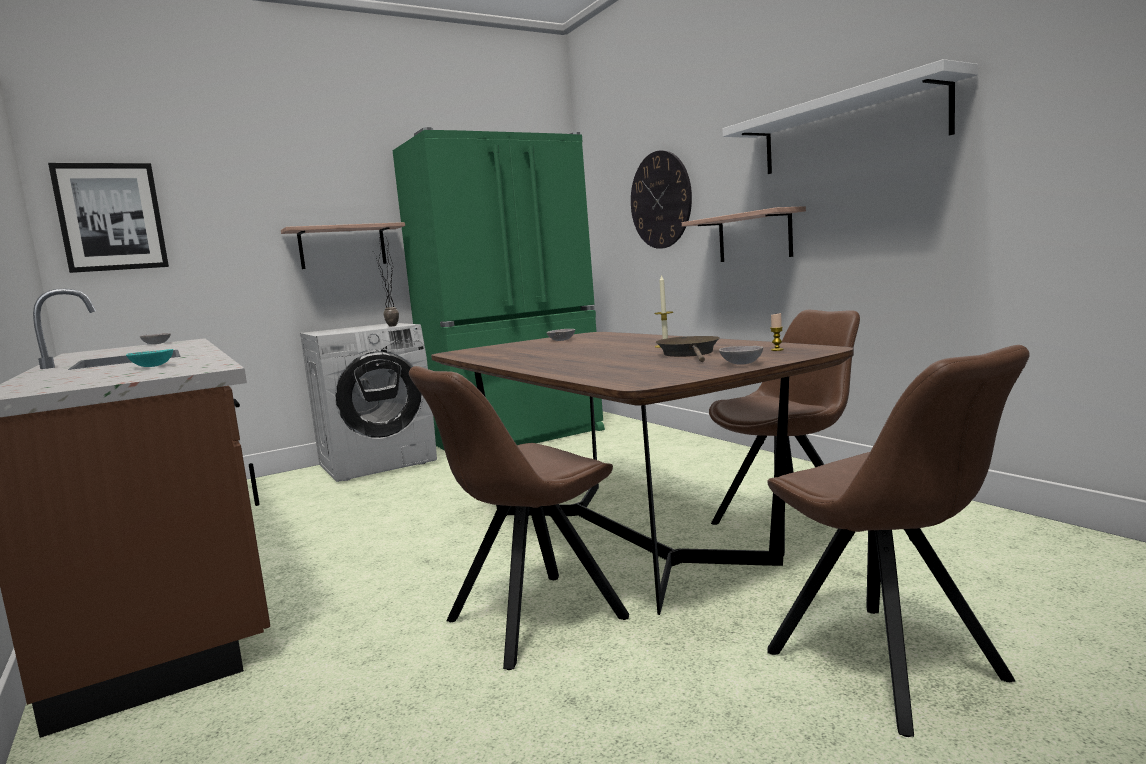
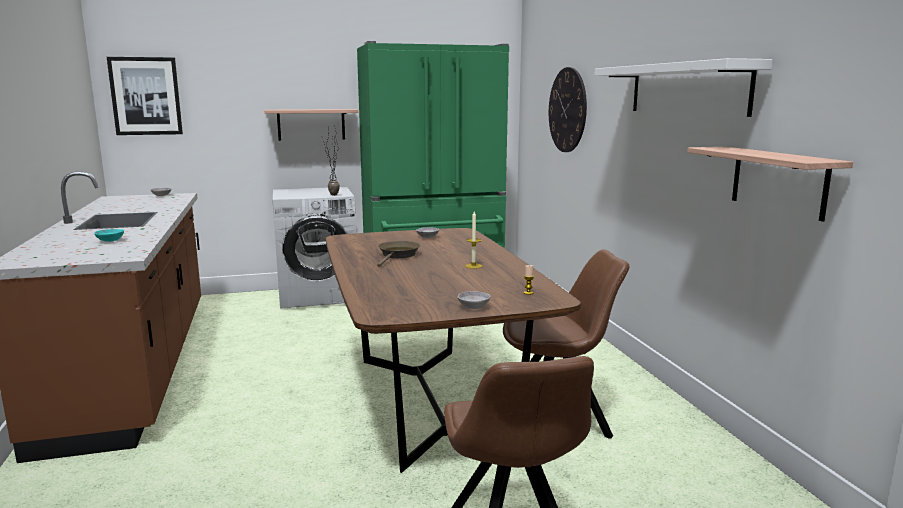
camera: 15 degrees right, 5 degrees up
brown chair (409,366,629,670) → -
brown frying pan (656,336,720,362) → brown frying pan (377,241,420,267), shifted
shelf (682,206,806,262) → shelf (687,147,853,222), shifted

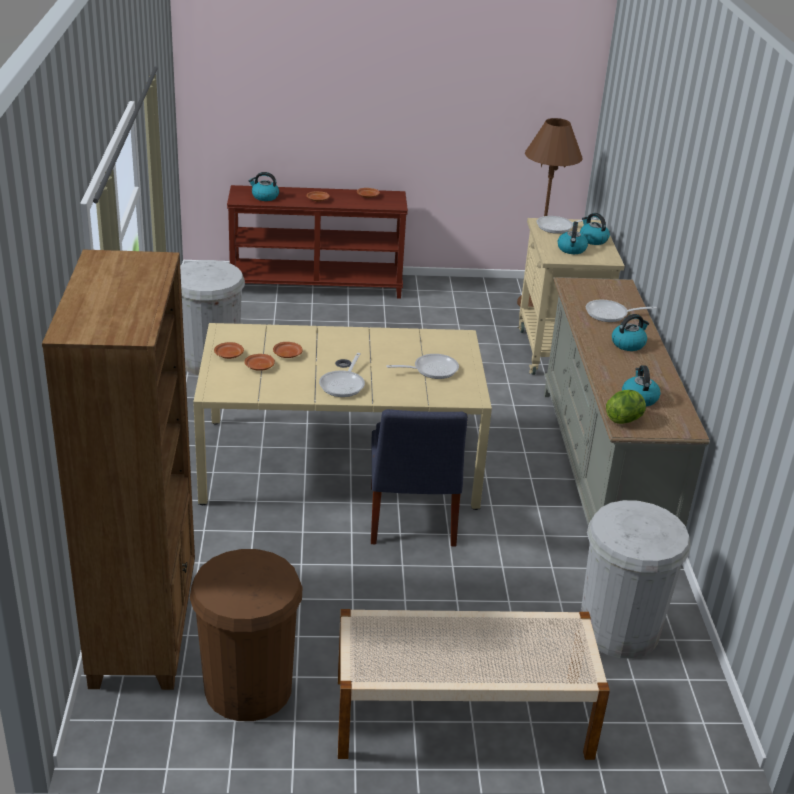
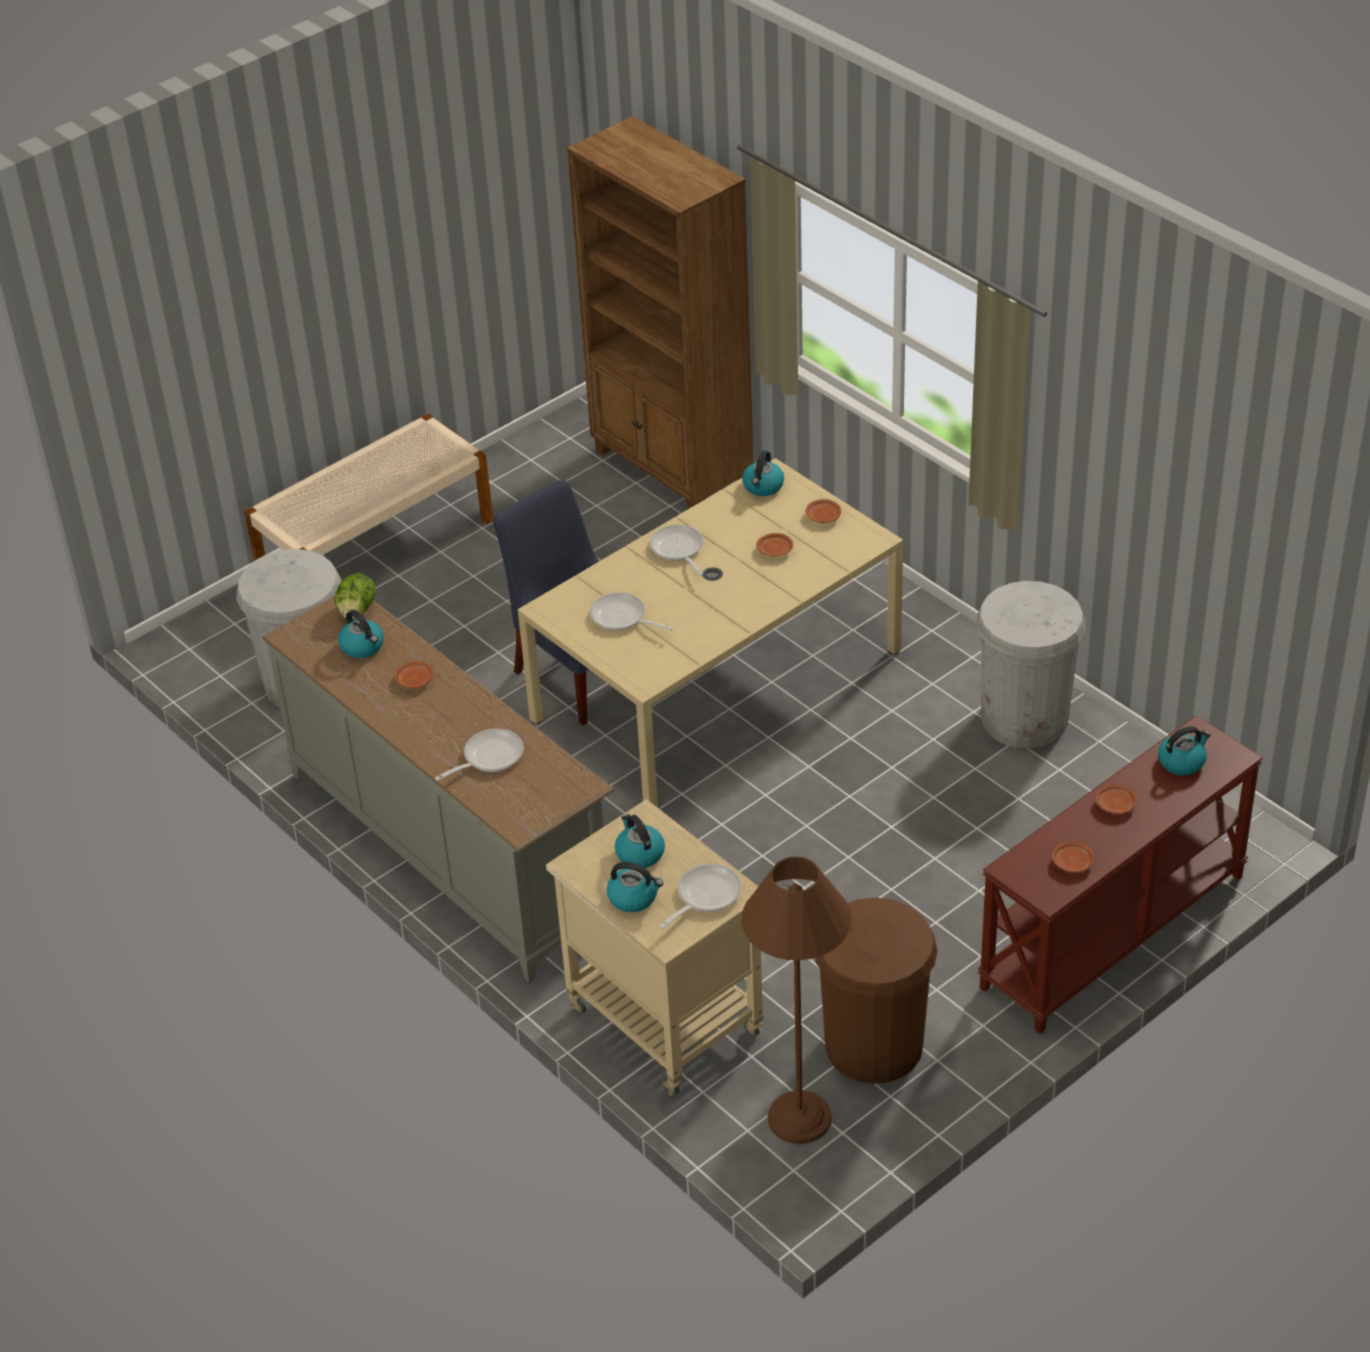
camera: 145 degrees right, 10 degrees up
brown trash can (190,549,302,721) → brown trash can (815,898,937,1084), shifted
brown plate (244,354,275,371) → brown plate (395,661,433,688), shifted
kettle (612,314,649,351) → kettle (742,451,784,496), shifted
frying pan (386,354,459,379) → frying pan (590,592,673,631), 90 degrees clockwise

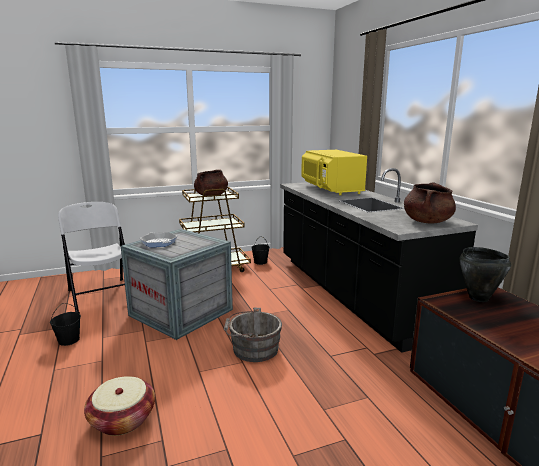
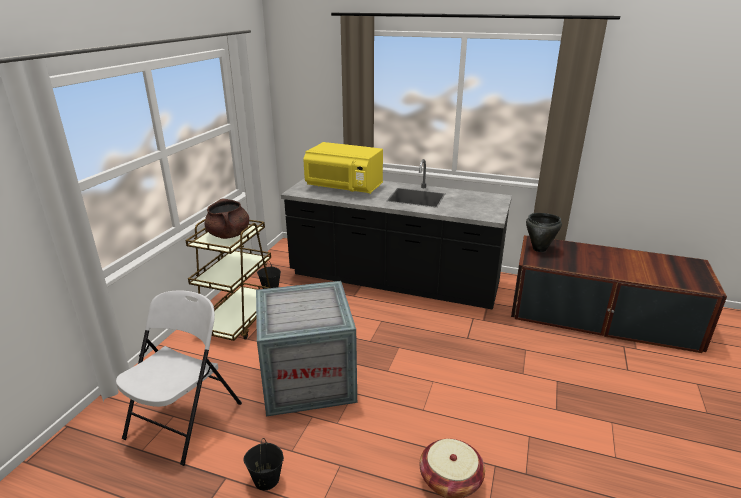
camera: 50 degrees left, 10 degrees up
frying pan (140,232,177,247) → -
grey bucket (224,308,282,362) → -
brown cooking pot (404,182,456,223) → -
white chair (58,202,125,313) → white chair (116,291,242,466), 105 degrees clockwise

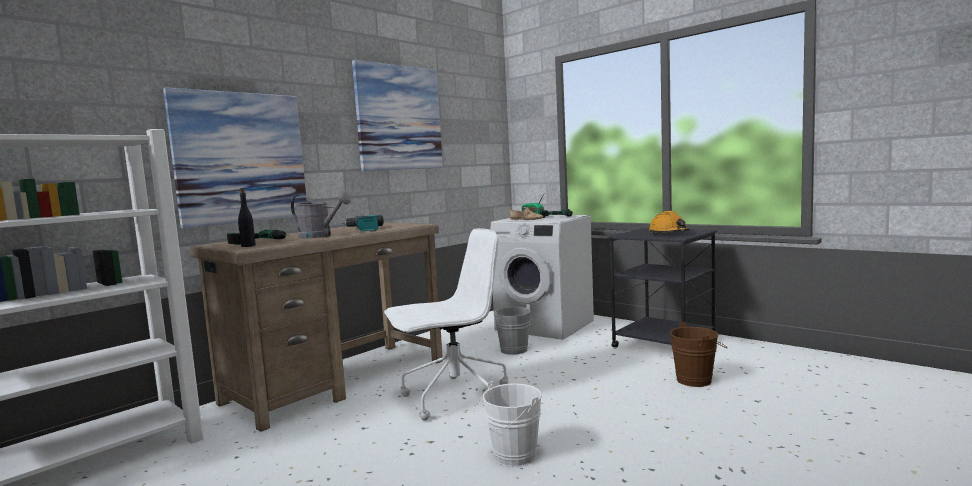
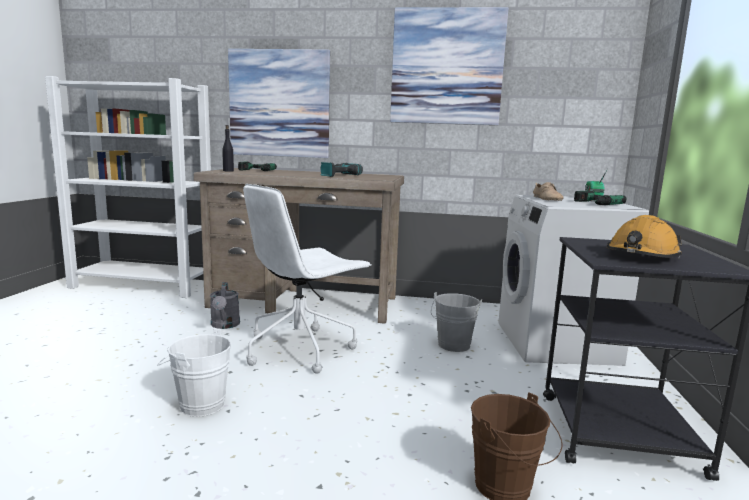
camera: 55 degrees right, 5 degrees up
grey watering can (291,191,351,239) → grey watering can (210,282,240,329), shifted
white office chair (384,228,508,421) → white office chair (243,183,372,373), 105 degrees clockwise

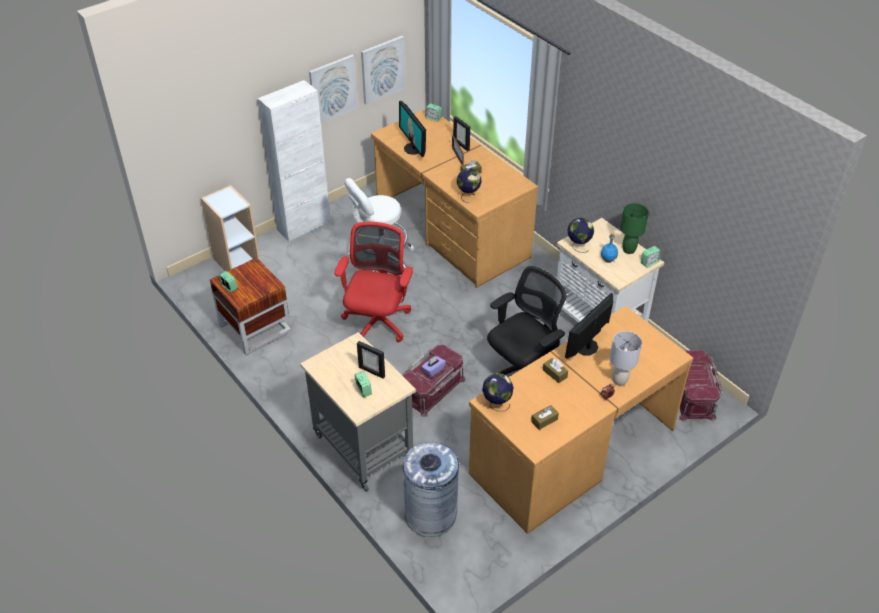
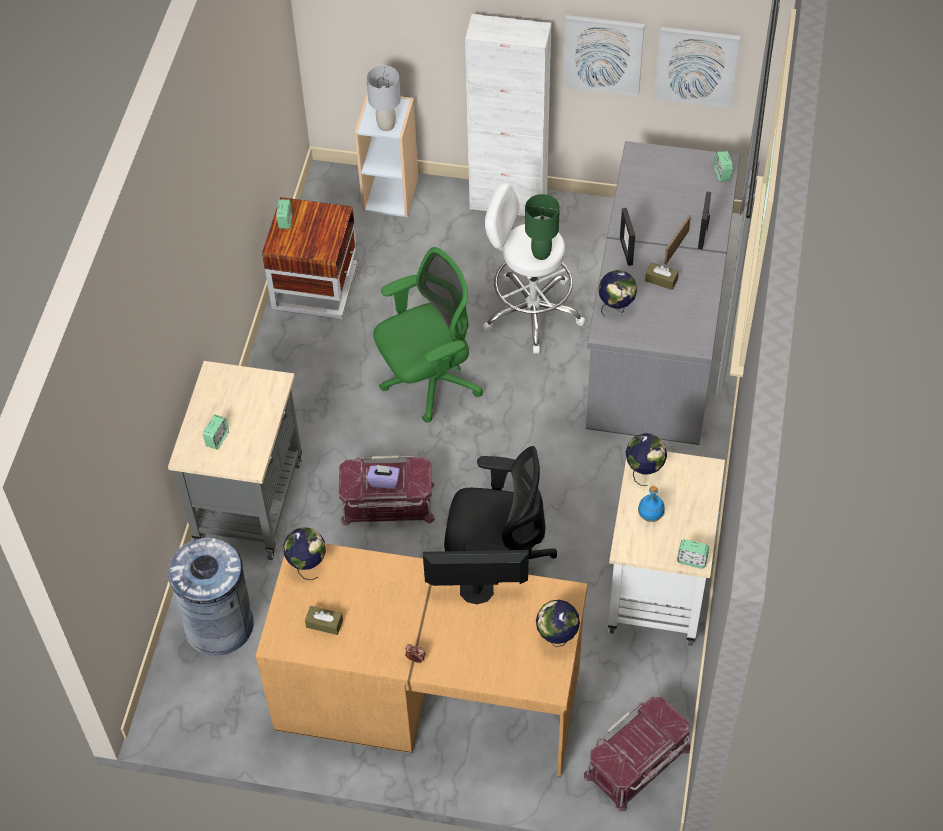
camera: 50 degrees right, 10 degrees up
monitor (399,101,426,157) → -
brown tissue box (543,358,568,383) → -
- → globe (536,600,580,647)
picture frame (357,341,385,379) → picture frame (620,208,635,266), shifted
grey table lamp (610,331,642,386) → grey table lamp (366,66,401,131), shifted
green table lamp (620,203,649,254) → green table lamp (525,194,560,260), shifted
red office chair (334,222,413,342) → green office chair (373,247,482,423)
brown desk (371,110,538,288) → grey desk (586,141,740,445)

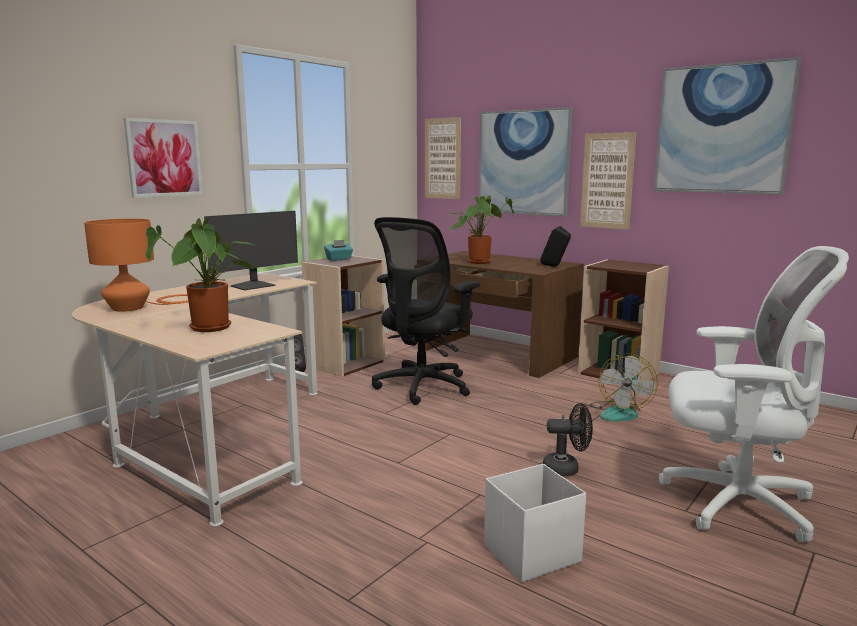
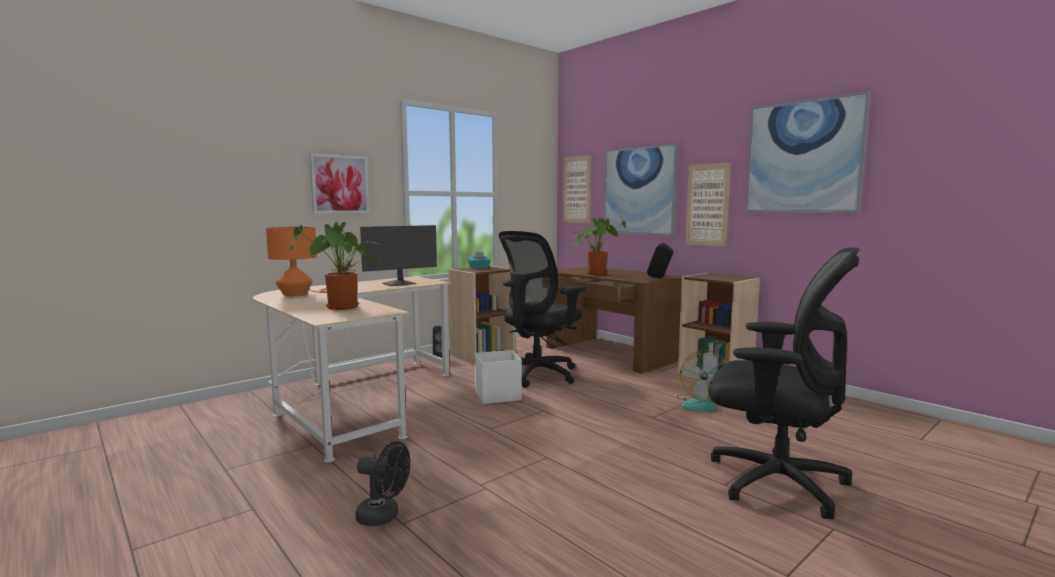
camera: 10 degrees right, 5 degrees down
white storage box (484,464,586,582) → white storage box (475,350,522,404), shifted
black fan (543,403,593,476) → black fan (355,441,410,526), shifted
white office chair (659,246,849,542) → black office chair (709,247,860,520)

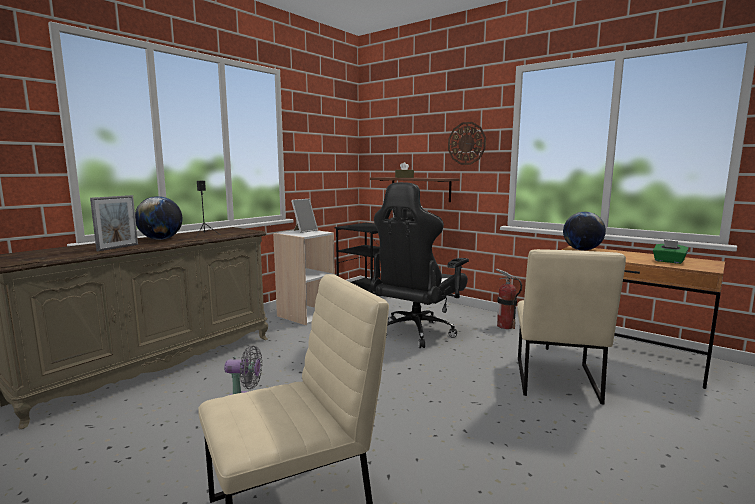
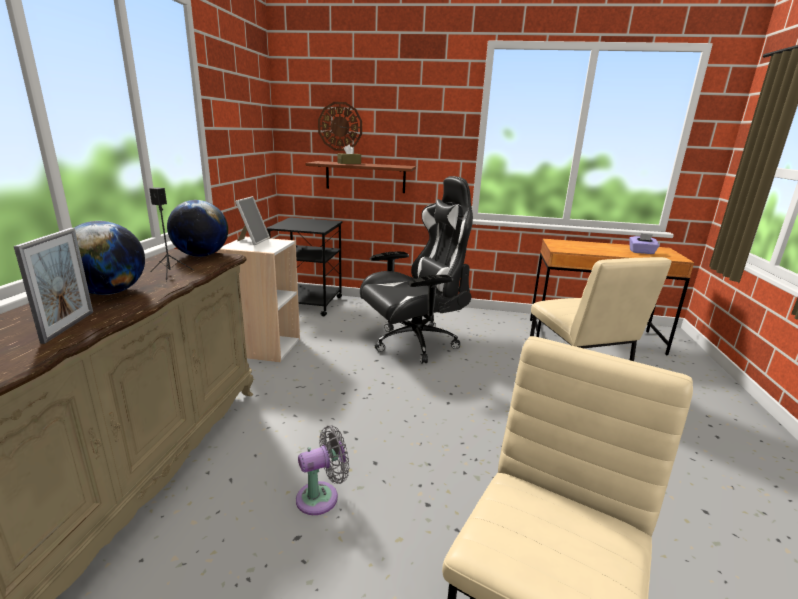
camera: 30 degrees left, 10 degrees up
fire extinguisher (495,269,522,329) → -
wall clock (448,122,486,165) → wall clock (318,102,362,151), shifted
globe (563,212,606,251) → globe (167,200,228,257), shifted
green tissue box (653,240,689,264) → purple tissue box (629,233,659,254)
black office chair (370,182,469,348) → black office chair (360,176,473,364), 120 degrees counterclockwise

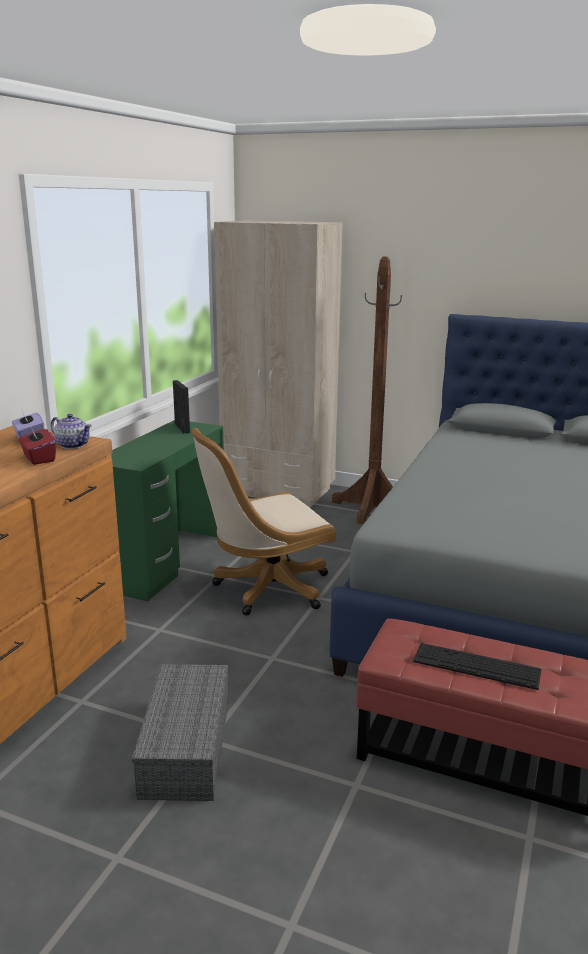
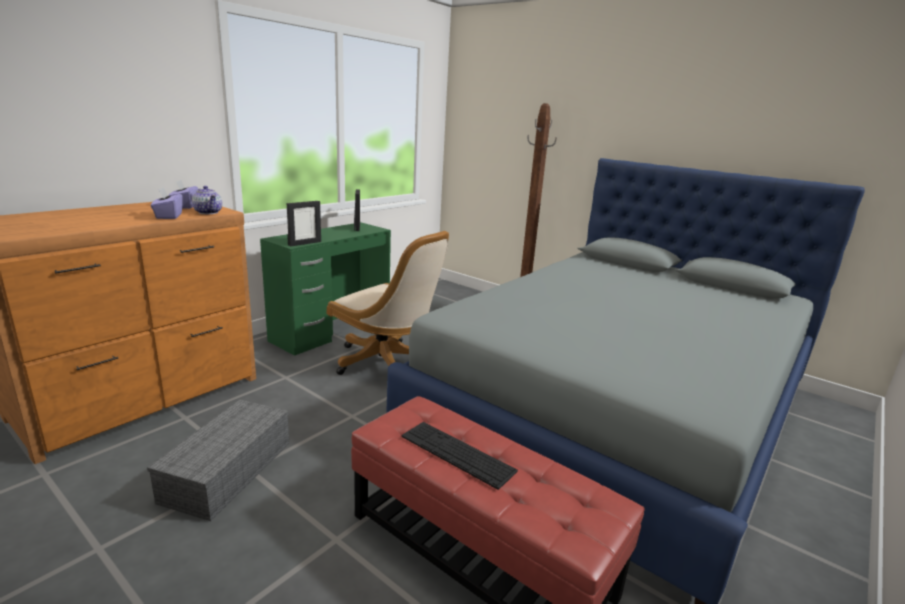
camera: 15 degrees right, 0 degrees up
beige wardrobe (214,220,343,508) → -
- → picture frame (287,201,321,246)
red tissue box (19,428,56,465) → purple tissue box (151,187,183,219)
office chair (192,428,337,616) → office chair (326,231,449,375), 135 degrees counterclockwise

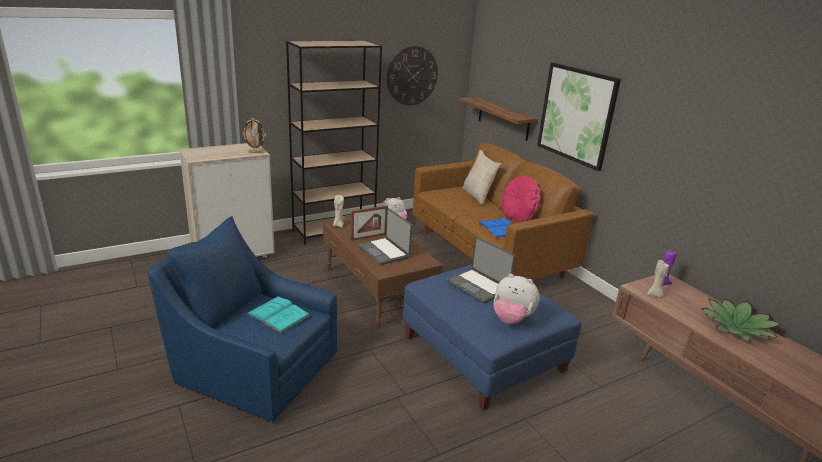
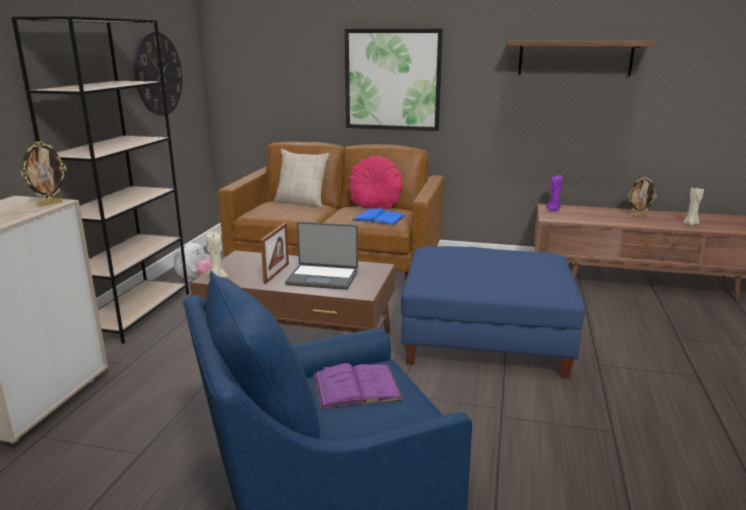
camera: 45 degrees left, 5 degrees down
laptop (447,237,515,303) → -
plush toy (494,274,540,324) → -
shelf (458,97,537,141) → shelf (507,41,656,76), shifted
beige candle (647,260,670,297) → beige candle (683,188,704,226), shifted
potted plant (701,298,781,341) → picture frame (628,177,657,217)
turquoise book (246,296,310,333) → purple book (314,363,403,409)

